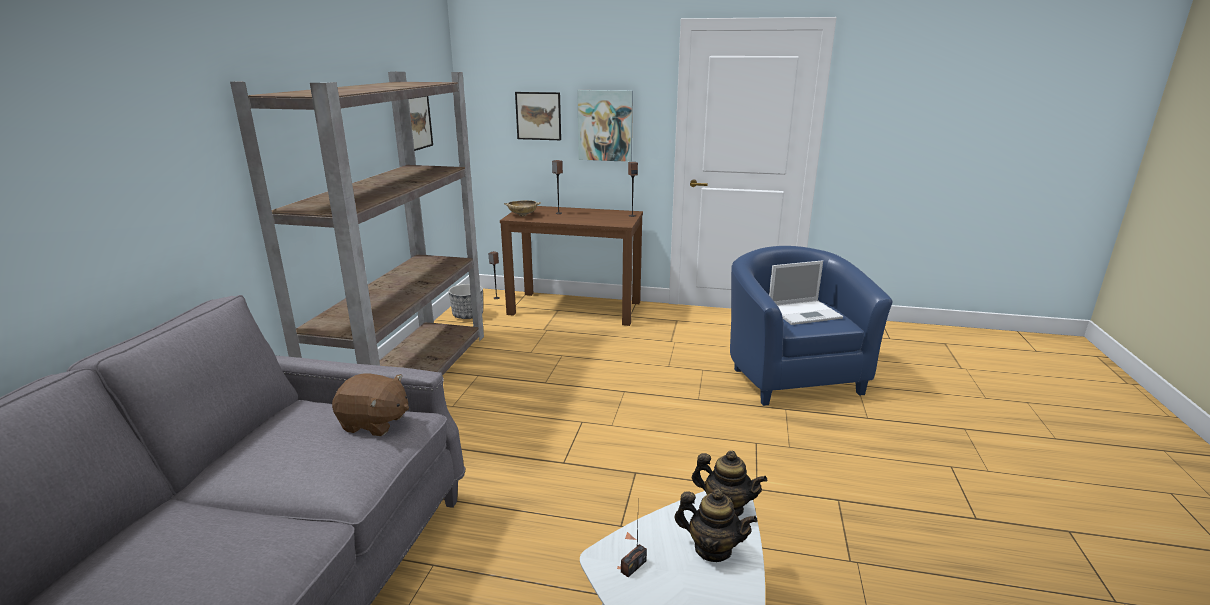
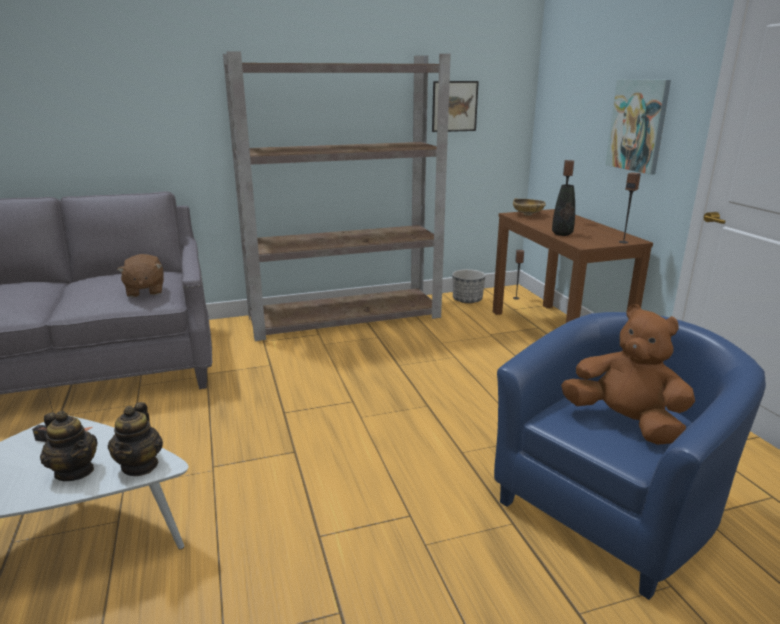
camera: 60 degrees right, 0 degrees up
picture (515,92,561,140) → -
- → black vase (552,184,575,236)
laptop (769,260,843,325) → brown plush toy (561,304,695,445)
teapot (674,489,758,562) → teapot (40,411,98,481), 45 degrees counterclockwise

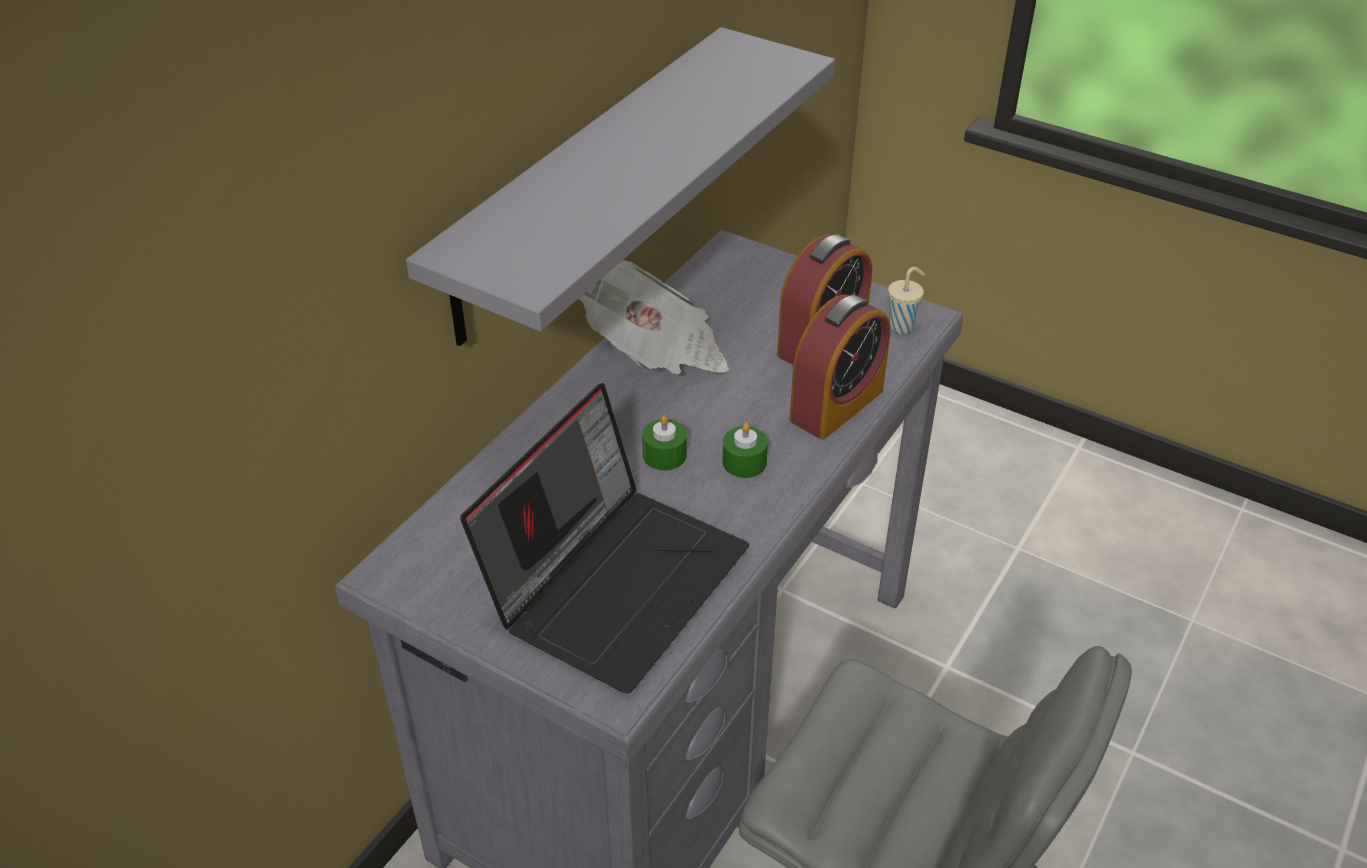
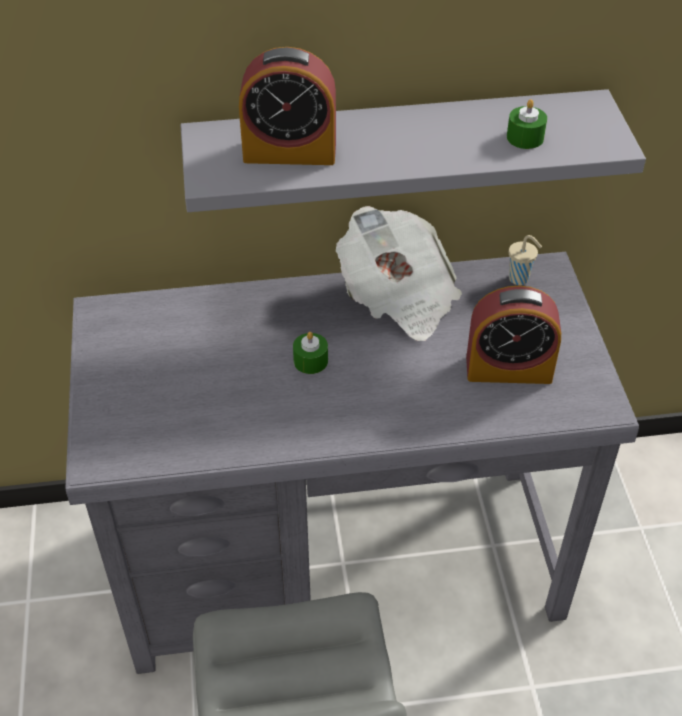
camera: 50 degrees right, 5 degrees up
laptop (460,383,749,694) → -
green candle (722,423,768,478) → green candle (507,99,547,149), shifted
alarm clock (789,294,890,440) → alarm clock (239,47,336,165), shifted
beige cup (888,267,925,334) → beige cup (509,235,542,285), shifted

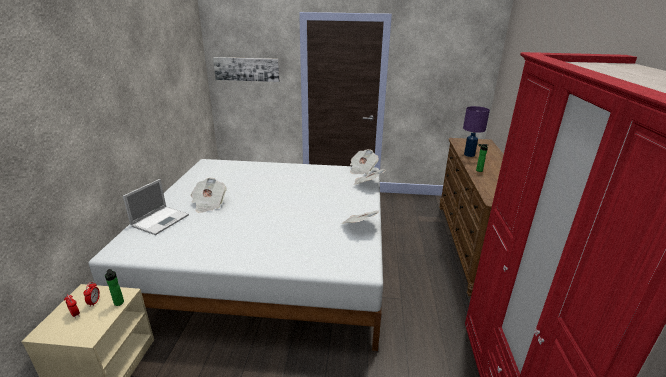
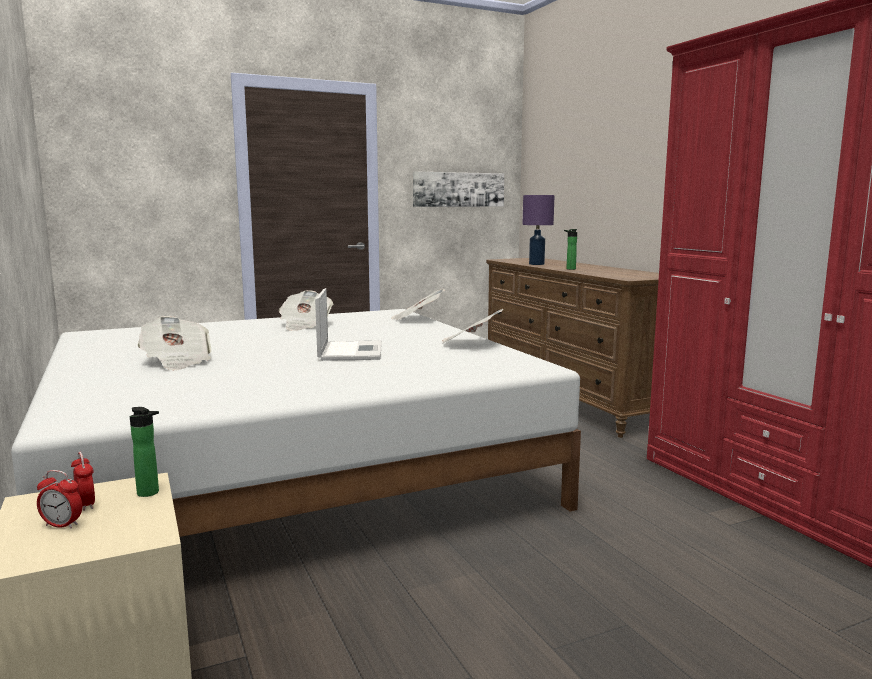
camera: 30 degrees left, 15 degrees down
laptop (123,179,189,235) → laptop (315,288,382,361), shifted
picture (213,57,280,82) → picture (413,171,504,207), shifted
newspaper (350,149,379,174) → newspaper (278,290,333,331), shifted

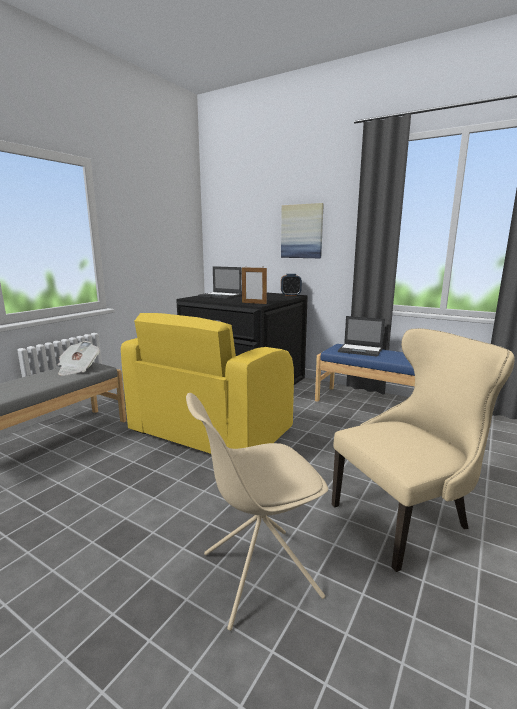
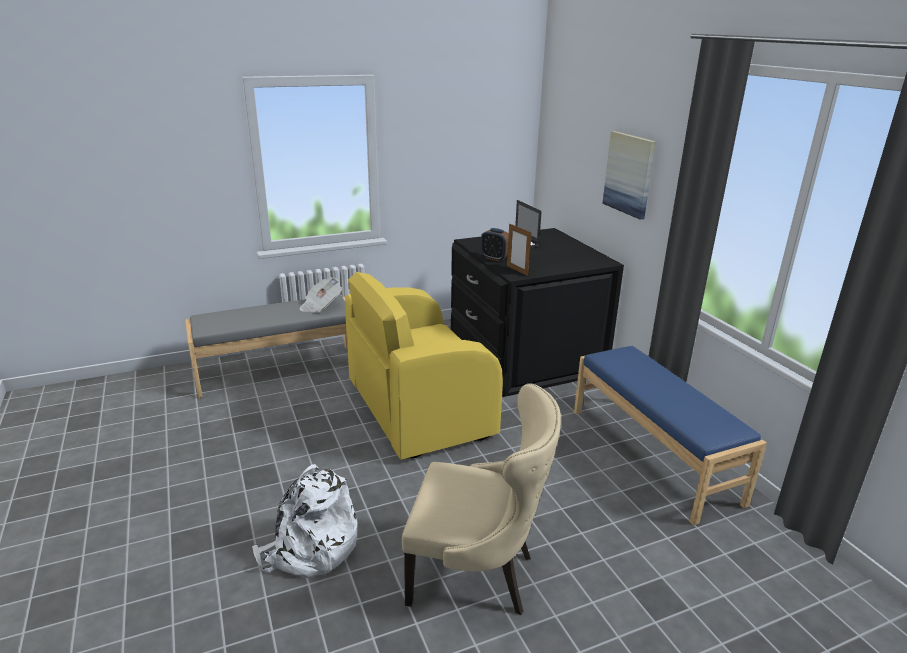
camera: 35 degrees right, 10 degrees up
laptop (338,316,385,357) → -
alarm clock (281,274,302,296) → alarm clock (480,228,509,261), shifted
beige chair (186,393,328,631) → white backpack (252,464,357,578)

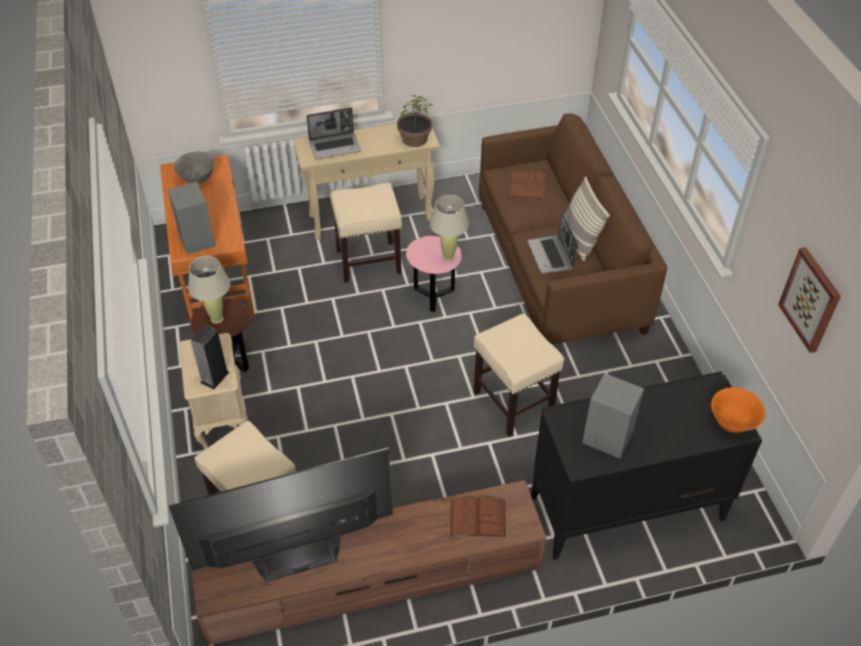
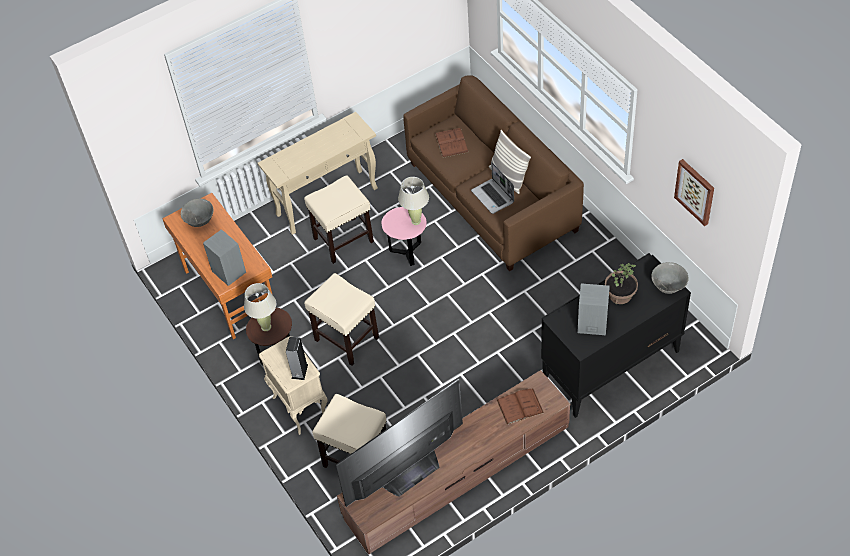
camera: 15 degrees left, 5 degrees up
laptop (306,107,361,160) → -
potted plant (397,95,432,147) → potted plant (605,263,638,304), shifted
beige stool (474,313,564,437) → beige stool (304,273,379,366), shifted
orange bowl (711,387,765,433) → grey bowl (651,262,689,294)

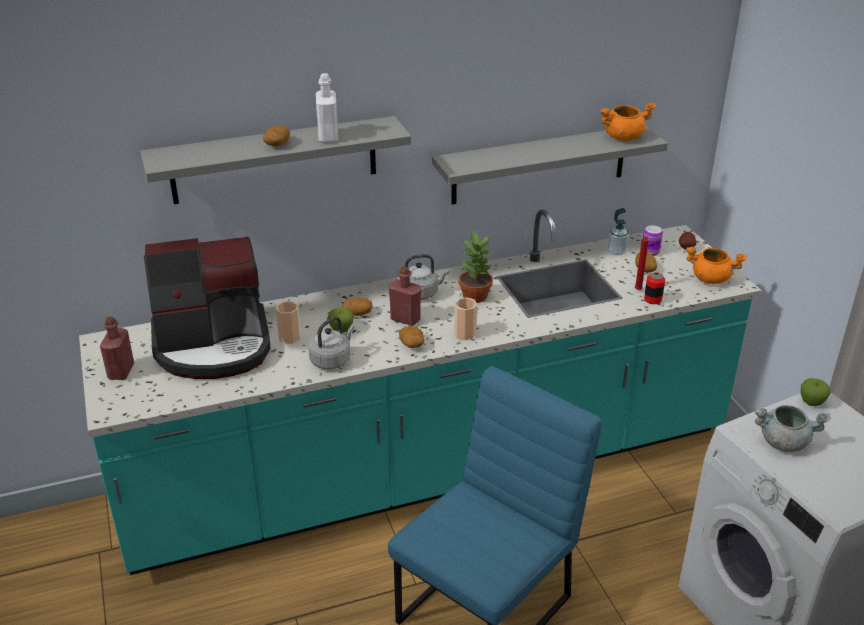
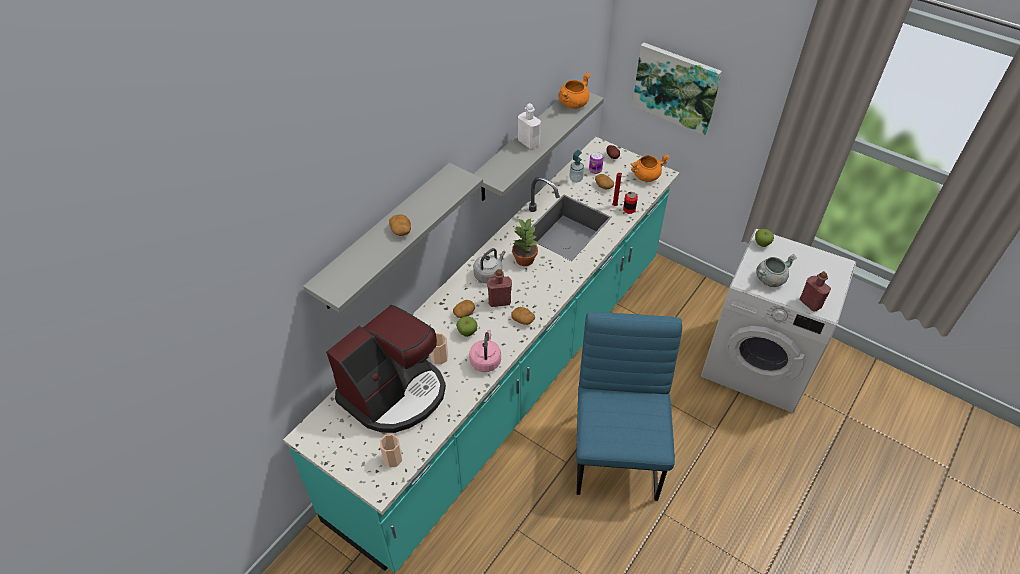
camera: 35 degrees left, 15 degrees up
- → picture (632,43,722,135)
red bottle (100,316,134,380) → red bottle (800,271,831,311), shifted
white bottle (316,73,338,143) → white bottle (518,103,541,149), shifted
cup (454,297,477,340) → cup (380,434,402,467), shifted
grey kettle (308,316,355,369) → pink kettle (469,330,501,372)

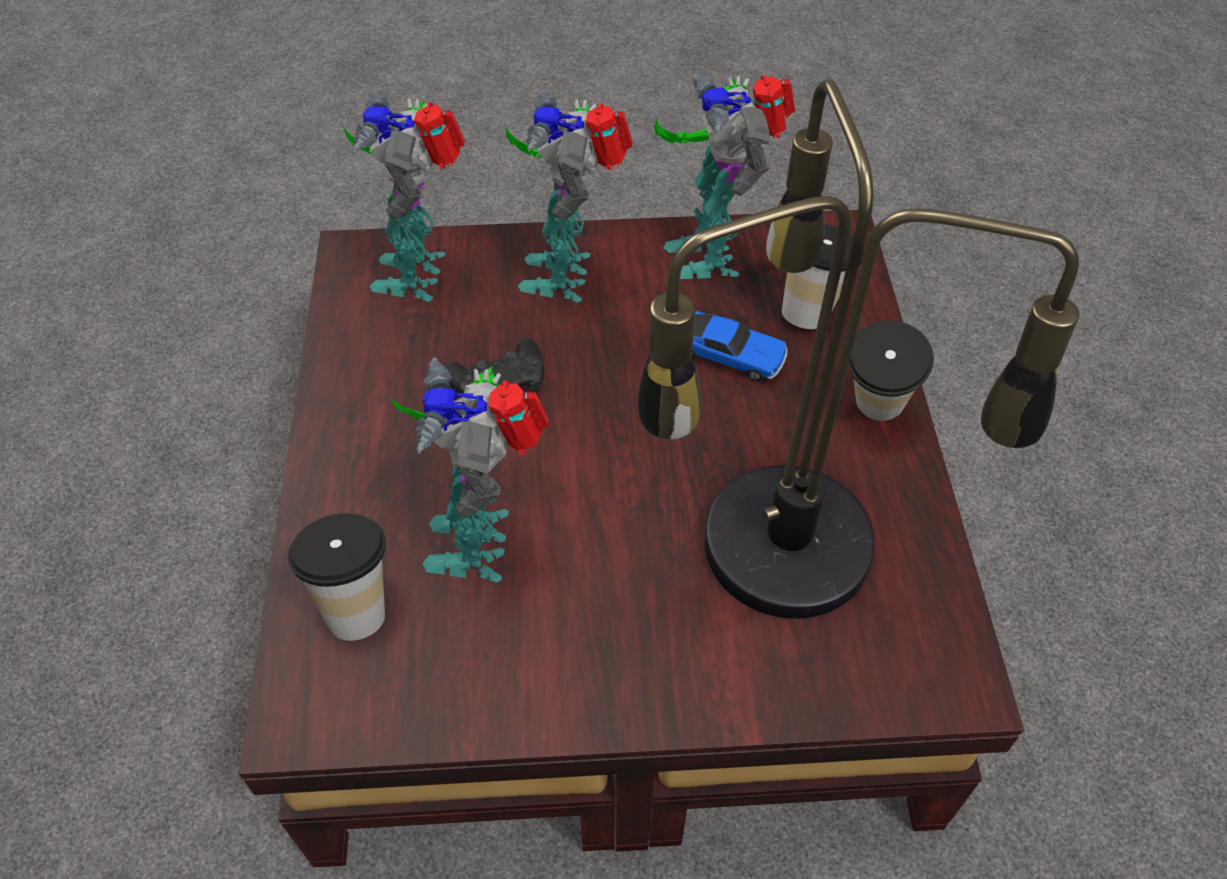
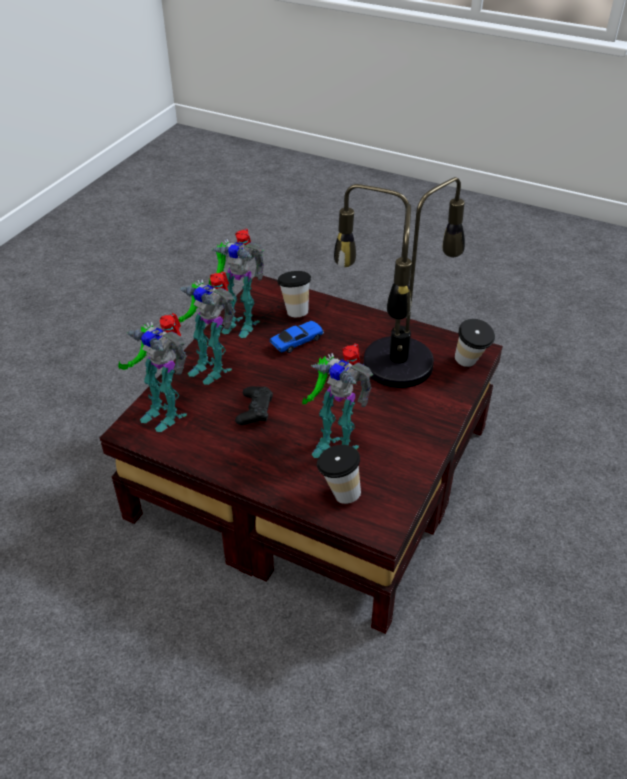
camera: 60 degrees left, 10 degrees down
cup (848,320,934,421) → cup (455,319,495,367), shifted

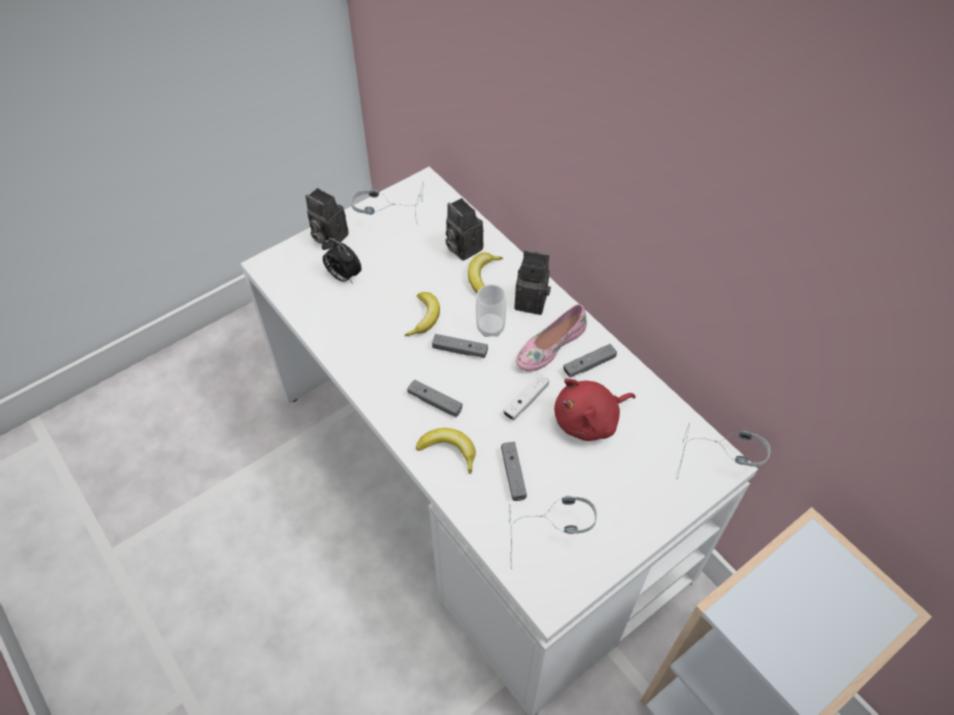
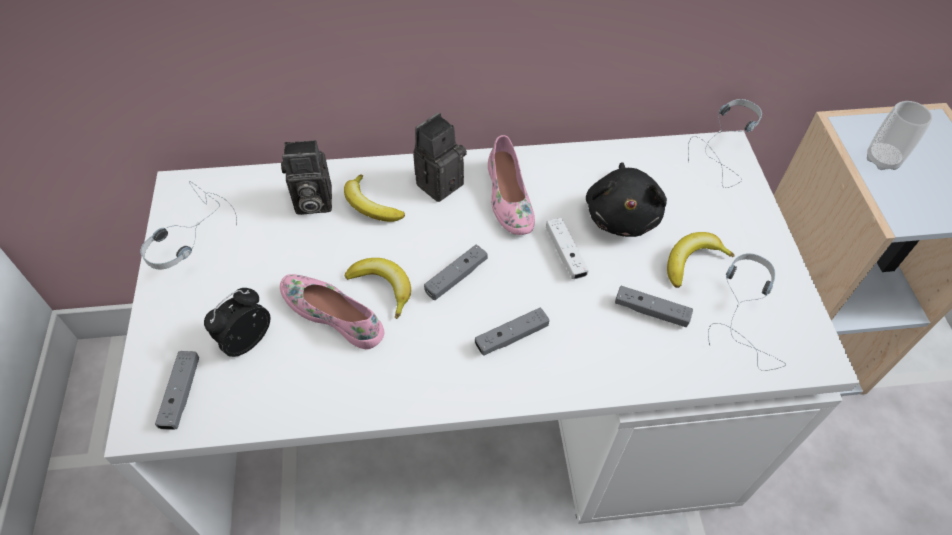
camera: 60 degrees left, 0 degrees up
photo camera (305,188,349,244) → -
- → pink shoe (280,274,384,349)
banana (416,428,476,474) → banana (667,232,735,288), shifted
cup (476,284,507,337) → cup (867,101,933,170), shifted
grey game controller (563,344,617,378) → grey game controller (155,351,199,430), shifted
red plush toy (554,378,636,441) → black plush toy (586,162,667,237)
alarm clock (322,238,362,284) → alarm clock (204,288,271,357), 150 degrees clockwise

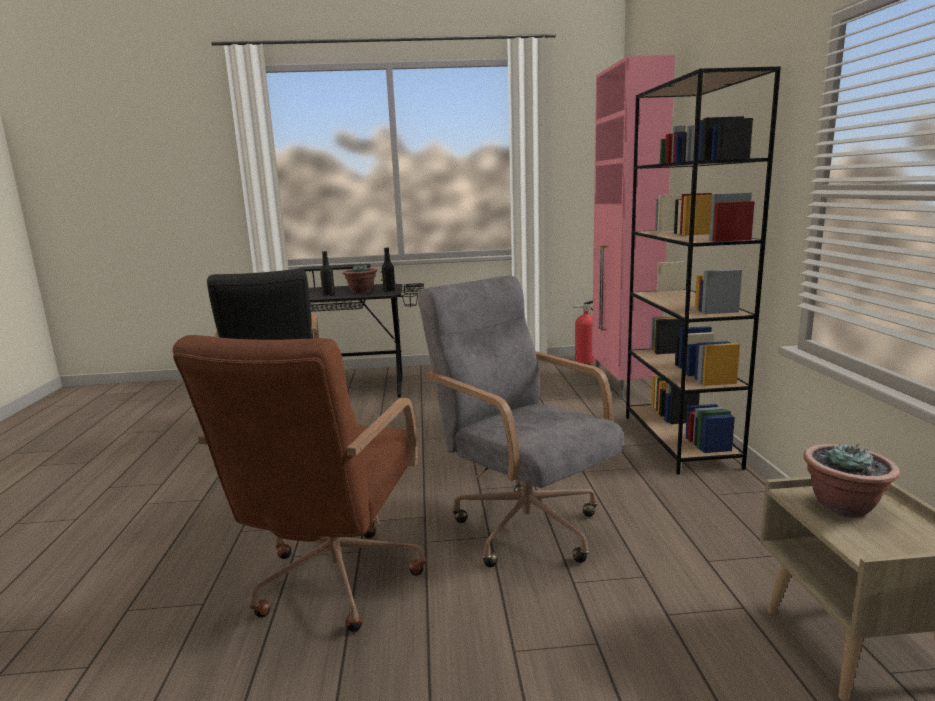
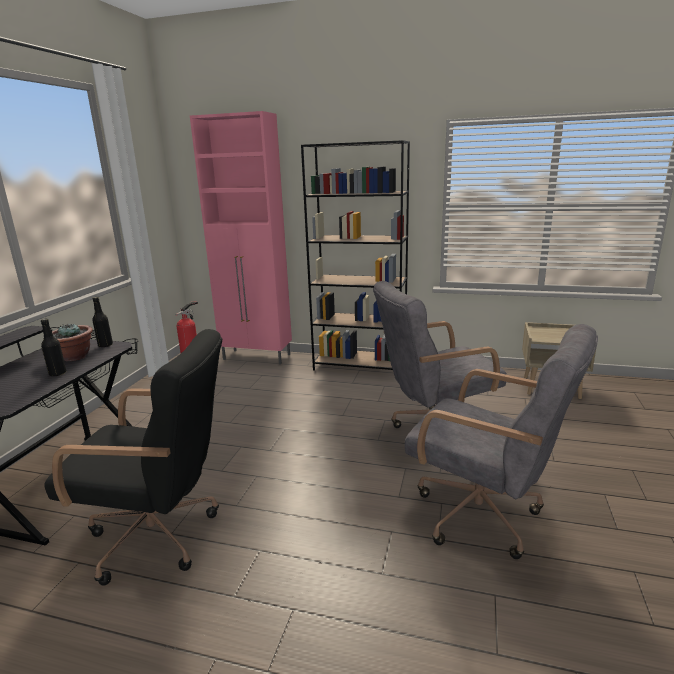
camera: 70 degrees left, 5 degrees up
potted plant (803,444,900,517) → -
brown office chair (173,335,427,632) → grey office chair (405,324,598,559)

